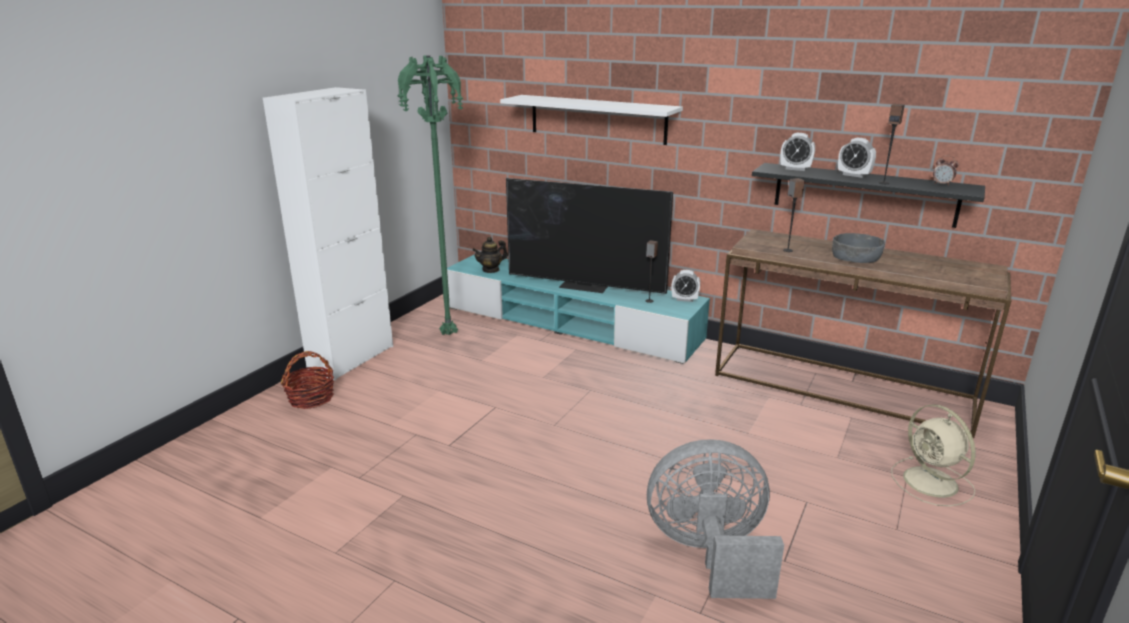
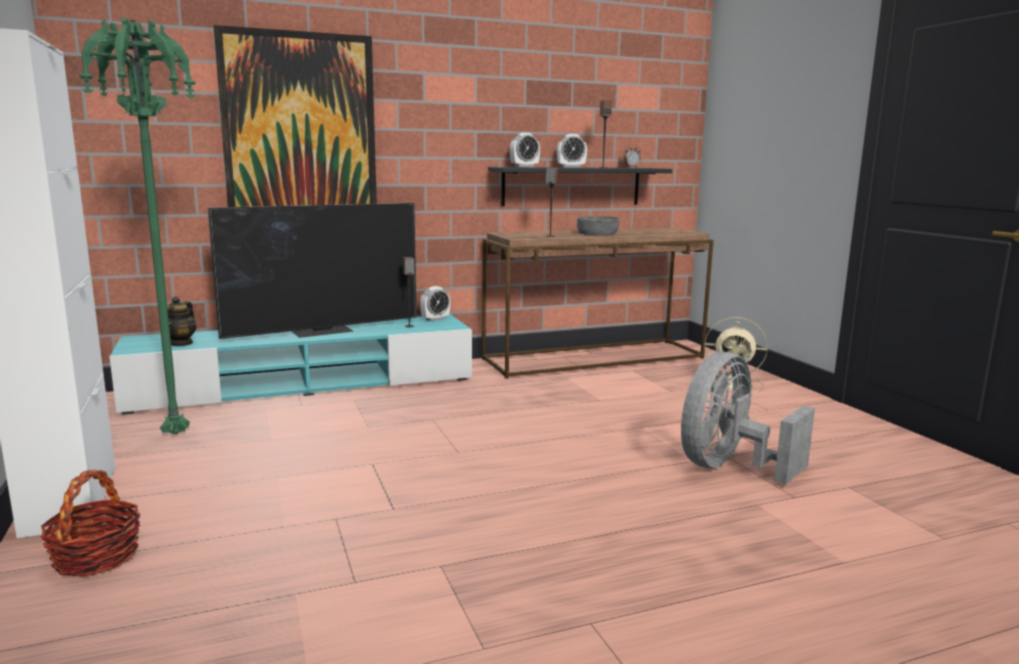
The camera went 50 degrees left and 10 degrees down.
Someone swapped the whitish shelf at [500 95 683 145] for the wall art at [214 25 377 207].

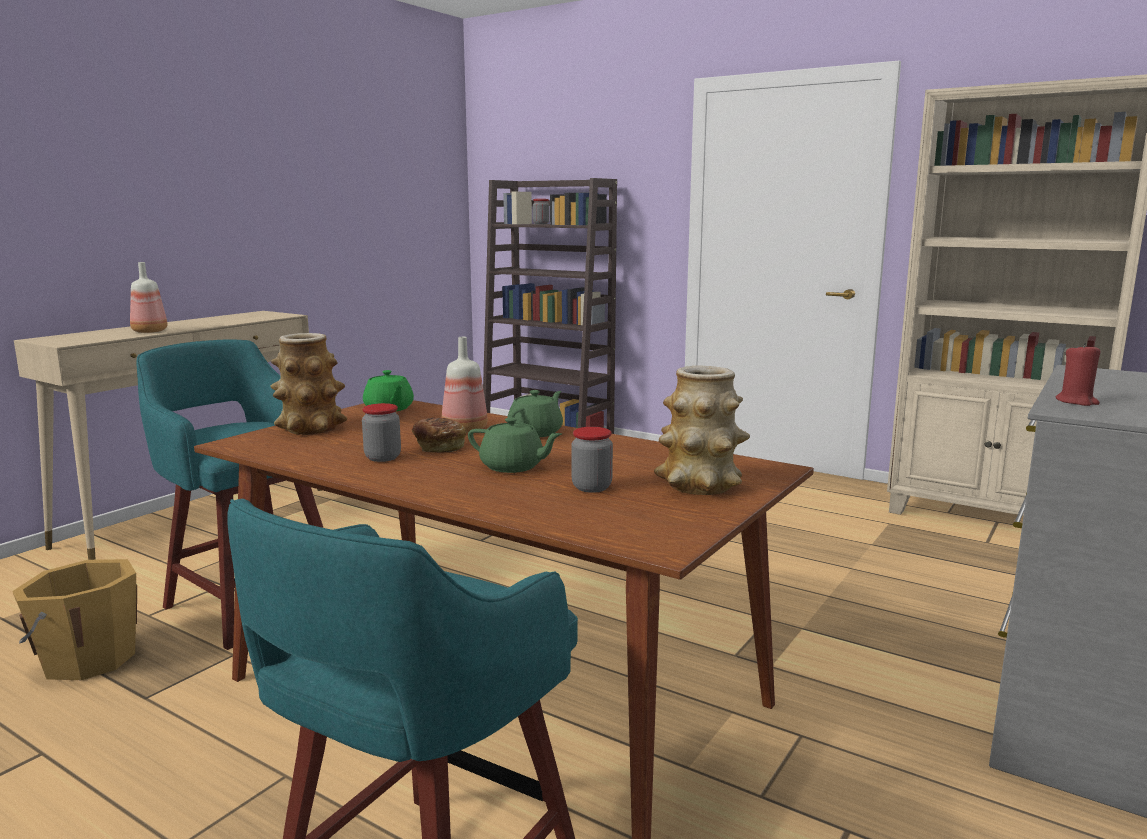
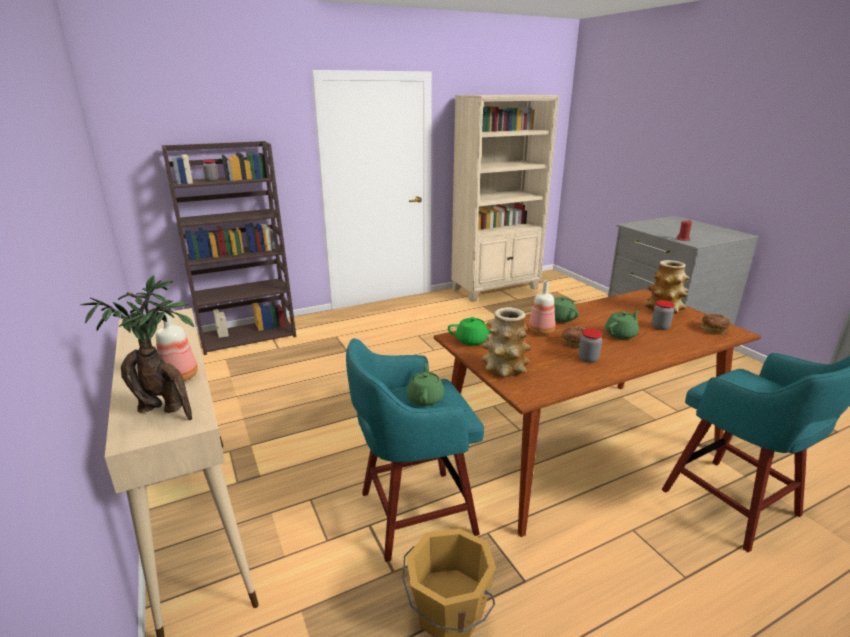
The camera went 60 degrees left and 10 degrees up.
Someone put down the potted plant at [80 275 194 420].
Someone put down the green-coloured teapot at [407 363 444 406].
Someone put down the bread at [701 313 730 333].

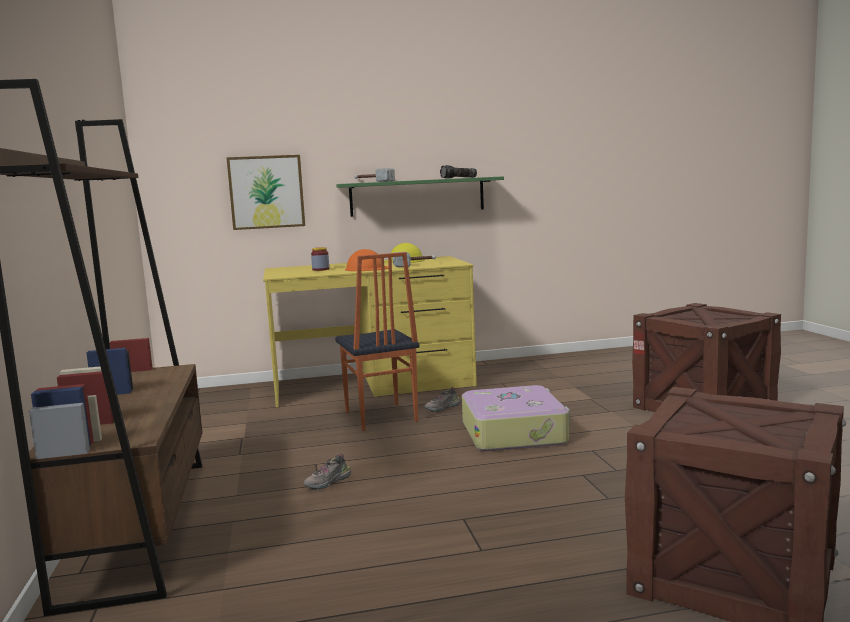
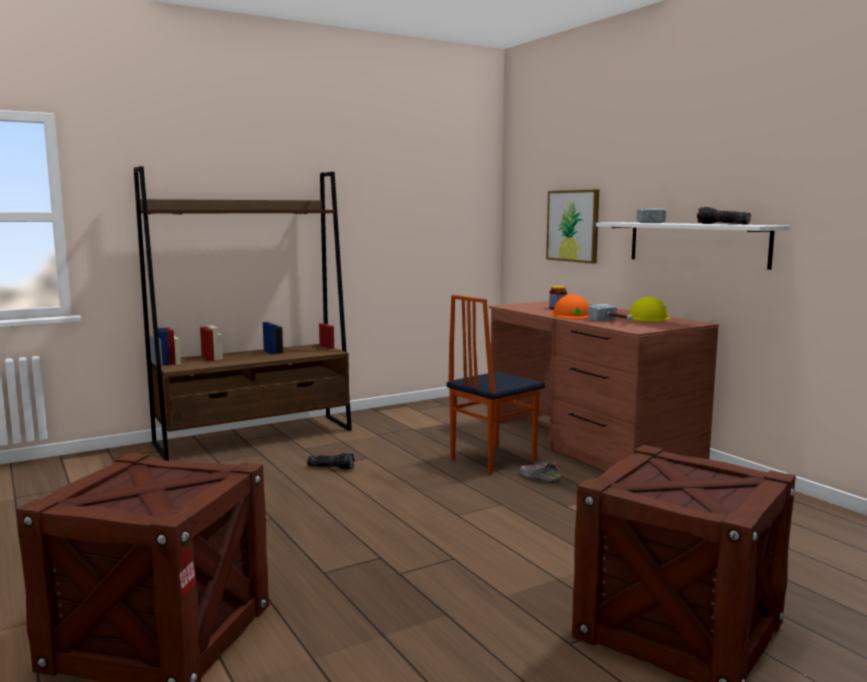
The camera went 70 degrees right and 0 degrees up.
Someone took away the piece of luggage at [462 385 570 451].
Someone swapped the low shoe at [303 454 351 490] for the flashlight at [307 453 355 470].
Someone repainted the yellow-coloured desk unit at [263 256 477 407], which became the brownish desk unit at [489 301 719 471].
Someone repainted the green-coloured shelf at [336 176 504 217], which became the whitish shelf at [596 222 790 270].

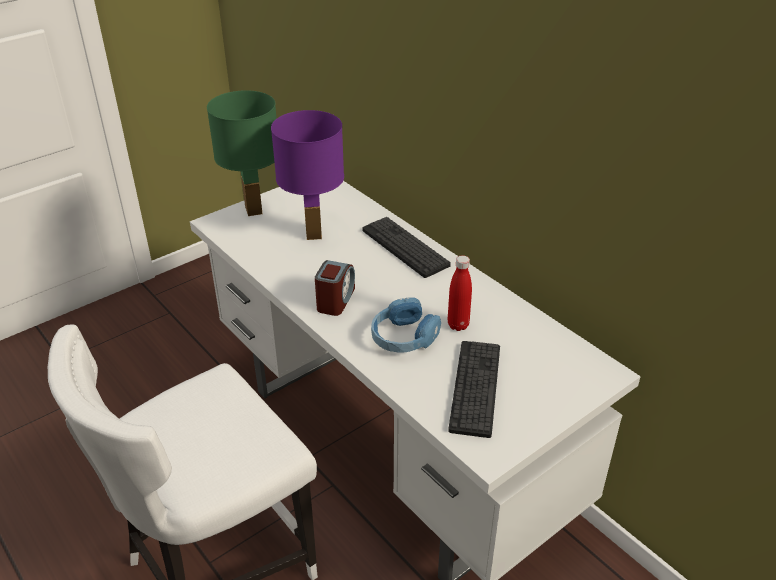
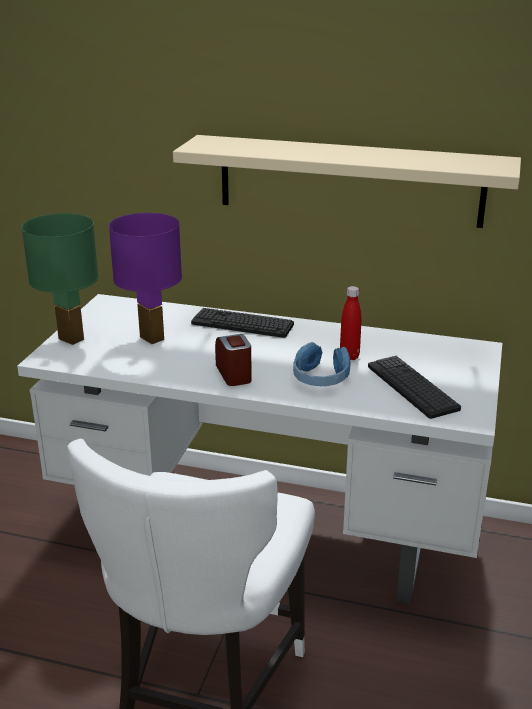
The camera went 35 degrees left and 10 degrees down.
Someone put up the beige shelf at [173 135 521 228].

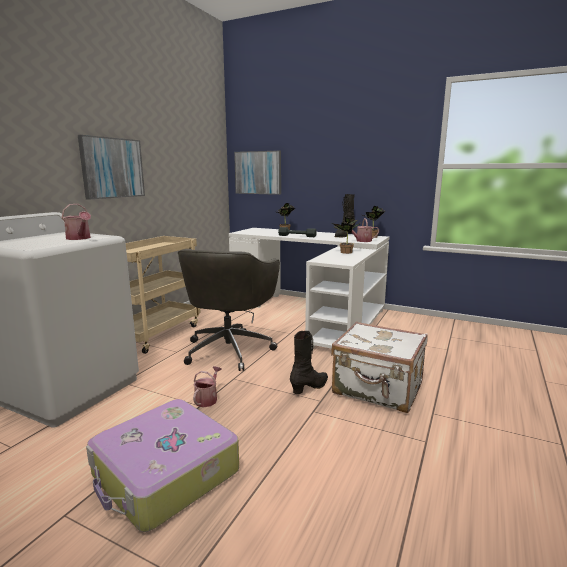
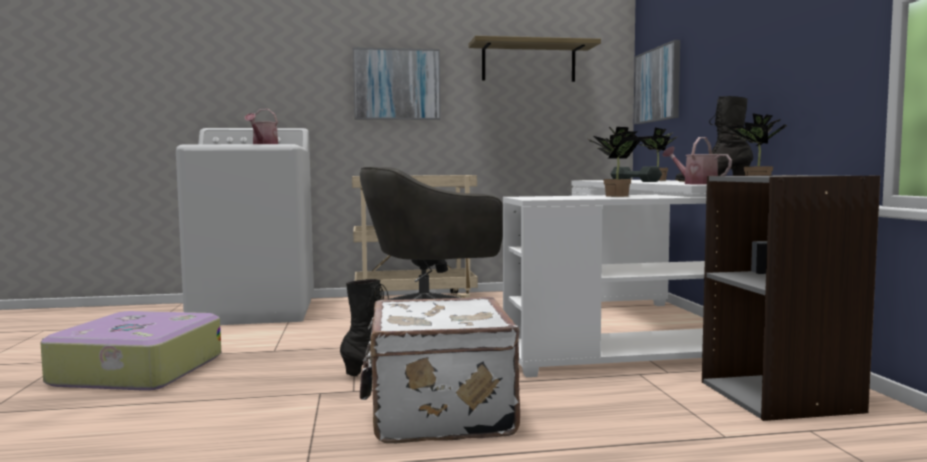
The camera went 55 degrees right and 10 degrees down.
Someone took away the watering pot at [193 366 221 407].
Someone put up the shelf at [469 36 601 82].
Someone put down the grey bookshelf at [702 175 880 421].

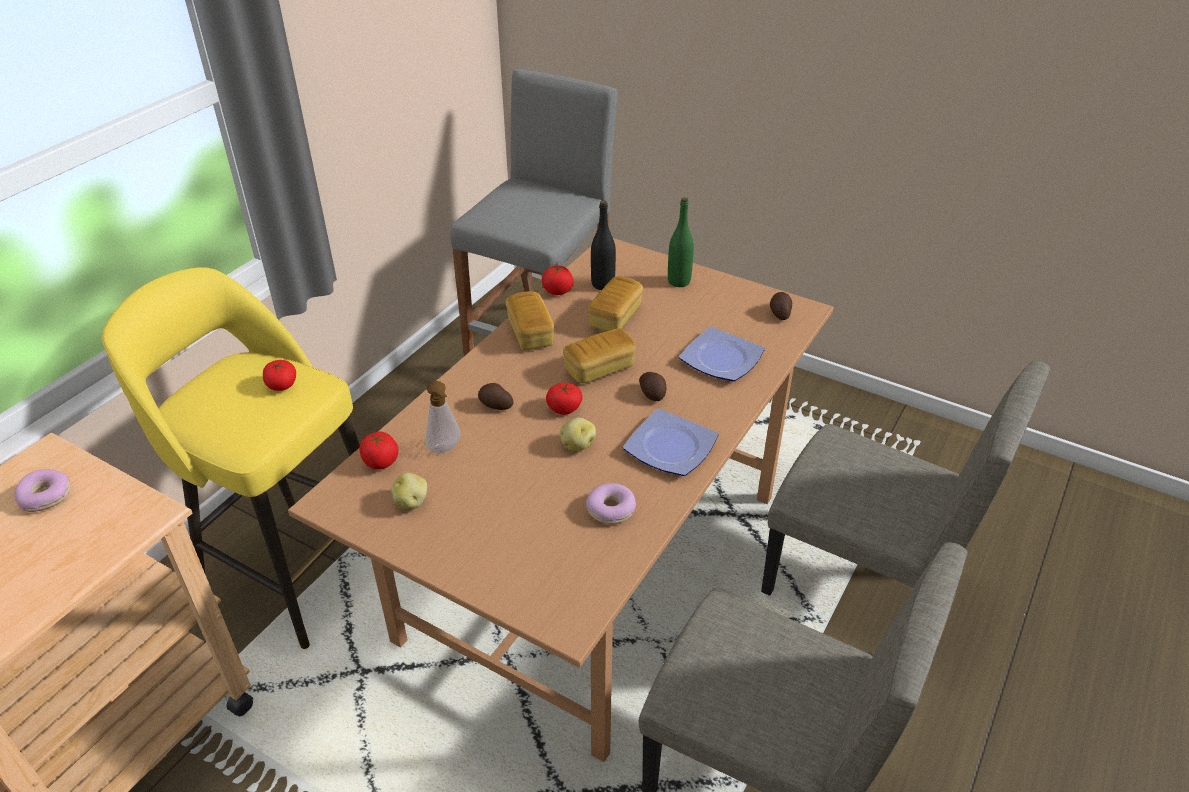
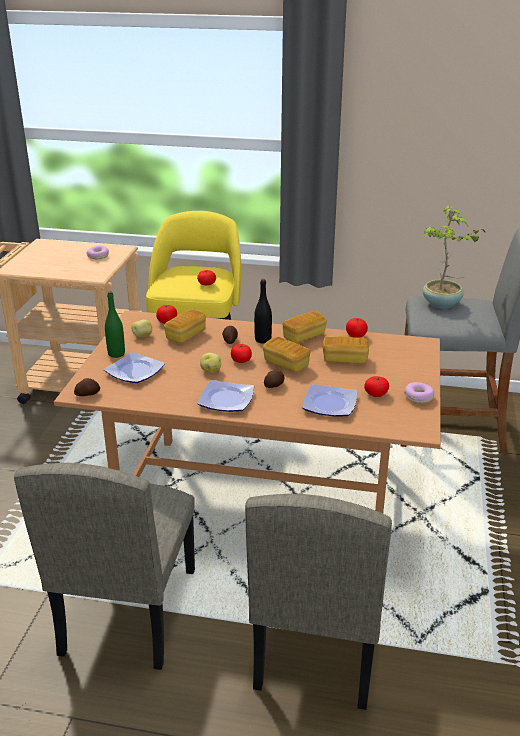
The camera went 70 degrees right and 10 degrees down.
Someone put down the plate at [104 352 165 383].
Someone put down the fresh tomato at [364 376 389 397].
Someone put down the potted plant at [422 206 485 309].
Someone carried the donut from [586 483 636 524] to [404 382 434 403].
Someone carried the black-coloured drink bottle from [591 200 616 290] to [254 279 272 343].
Someone carried the green-coloured drink bottle from [668 198 694 287] to [105 291 125 358].
Someone carried the potato from [770 292 792 320] to [74 378 100 396].
Someone swapped the soap dispenser at [425 381 461 453] for the bread at [164 309 206 343].

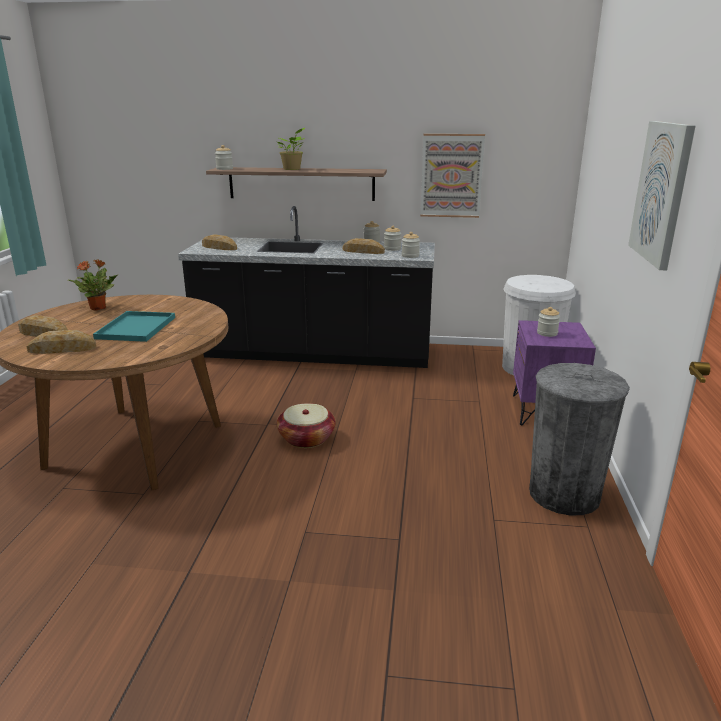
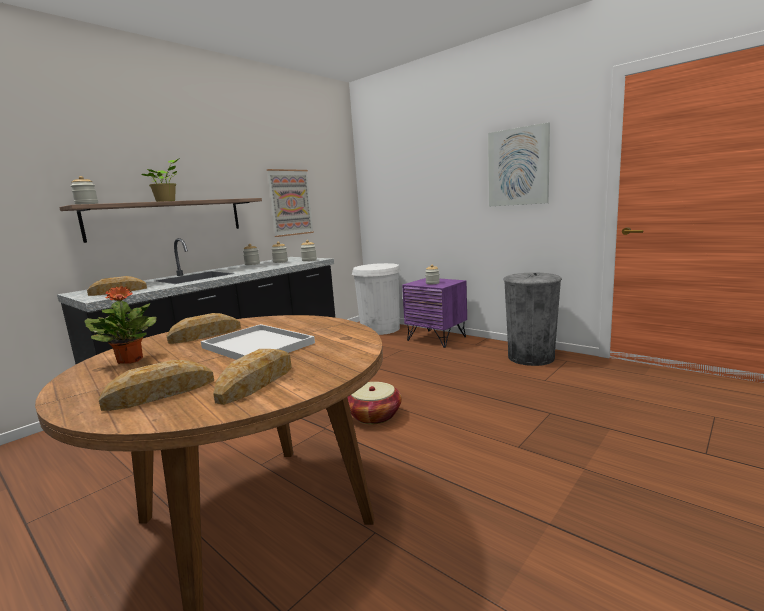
The camera went 55 degrees left and 10 degrees down.
Someone carried the bread from [343 238 385 254] to [167 313 241 344].
Someone repainted the blue-green carrying tray at [93 311 175 342], which became the whitish carrying tray at [201 324 315 360].

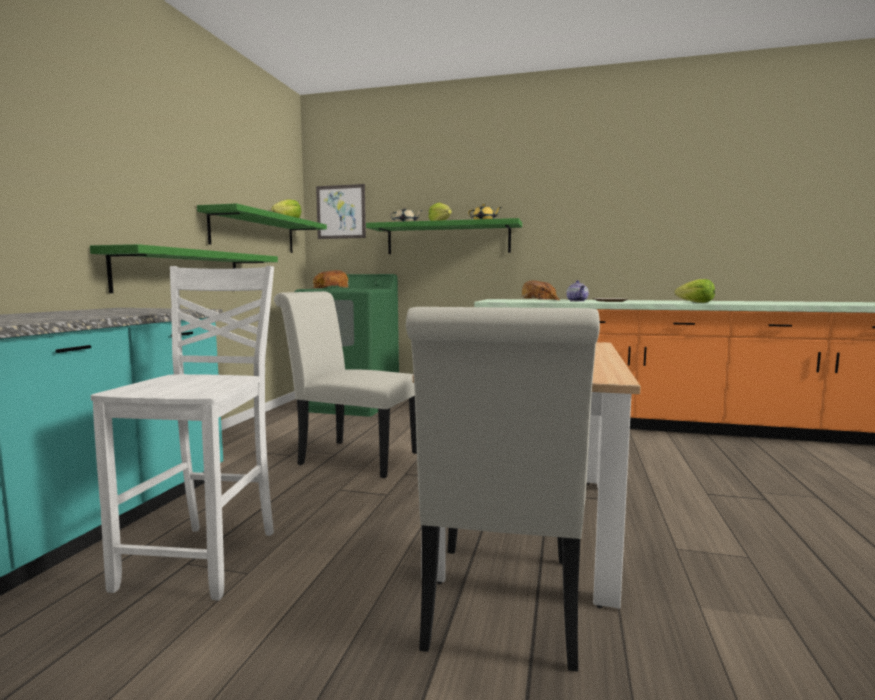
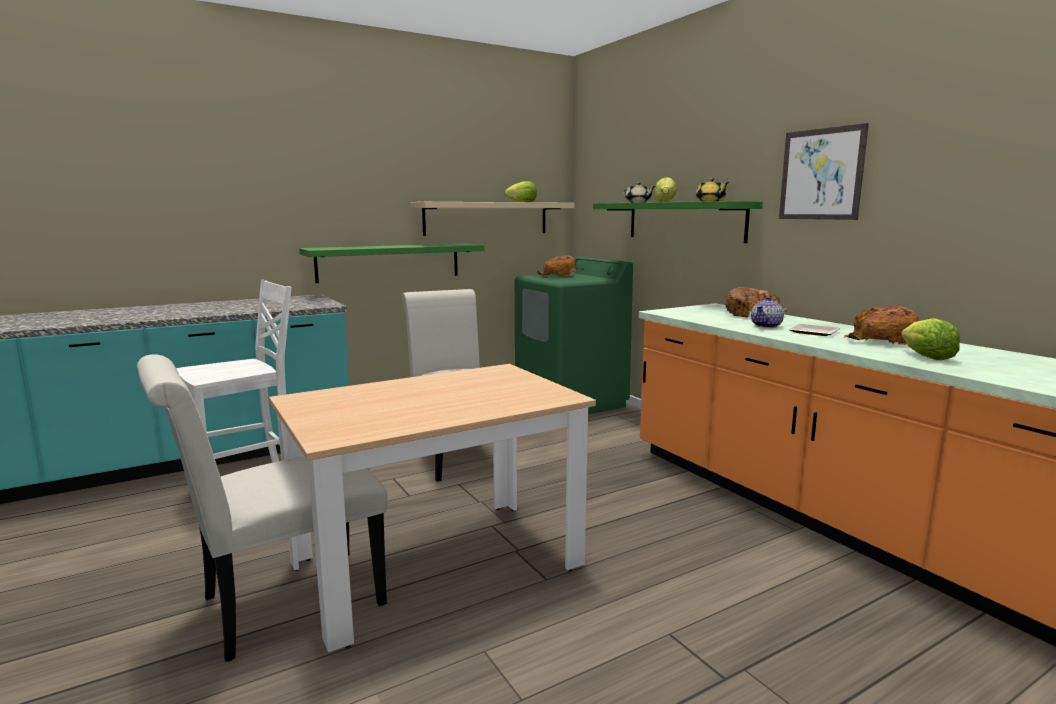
The camera went 45 degrees right and 5 degrees up.
Someone put down the bread at [844 305 920 345].
Someone carried the wall art from [316 184 366 239] to [779 123 869 220].
Someone repainted the green-coloured shelf at [197 203 327 253], which became the beige shelf at [410 202 575 236].

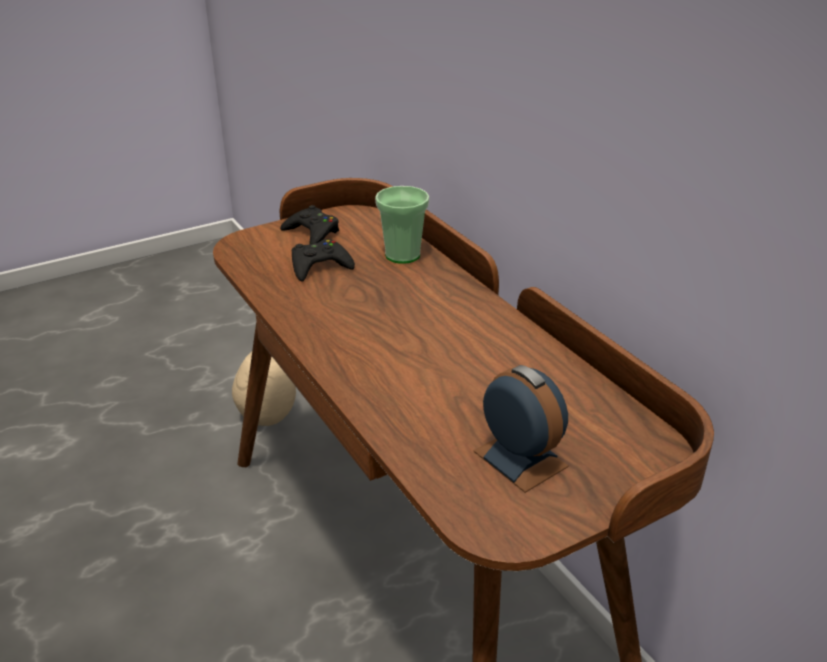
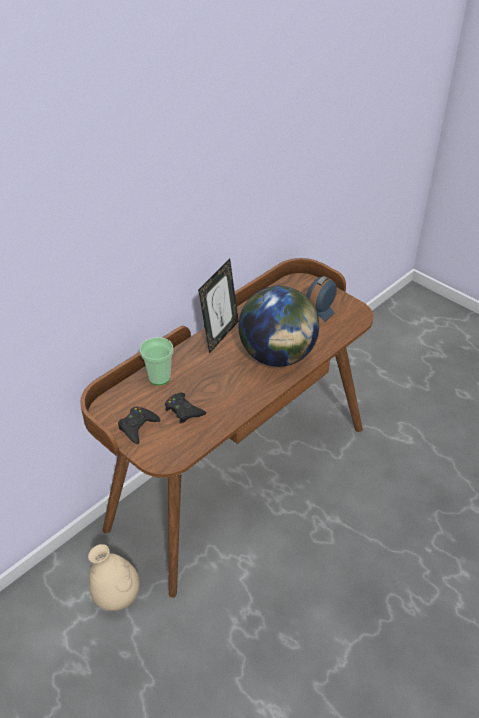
The camera went 105 degrees left and 10 degrees up.
Someone put down the picture frame at [198 259 239 354].
Someone put down the globe at [238 286 319 367].

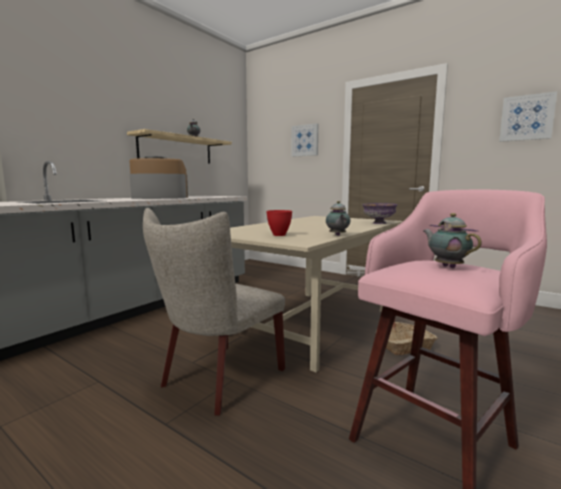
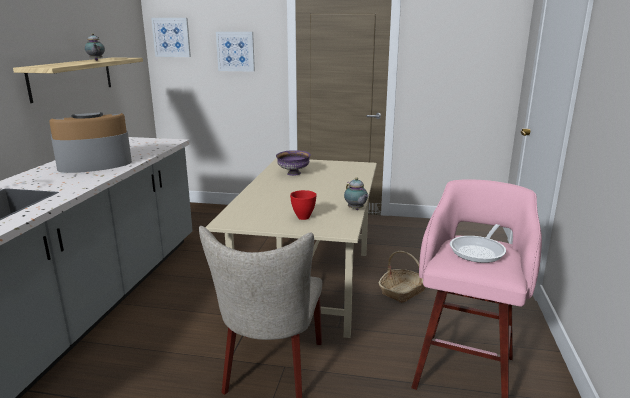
The camera went 25 degrees left and 10 degrees up.
Someone carried the purple serving bowl from [363 203 398 224] to [276 150 311 176].
Someone carried the wall art from [499 91 557 142] to [151 18 191 57].
Someone swapped the teapot at [423 213 482 268] for the pan at [450 224 506 263].

